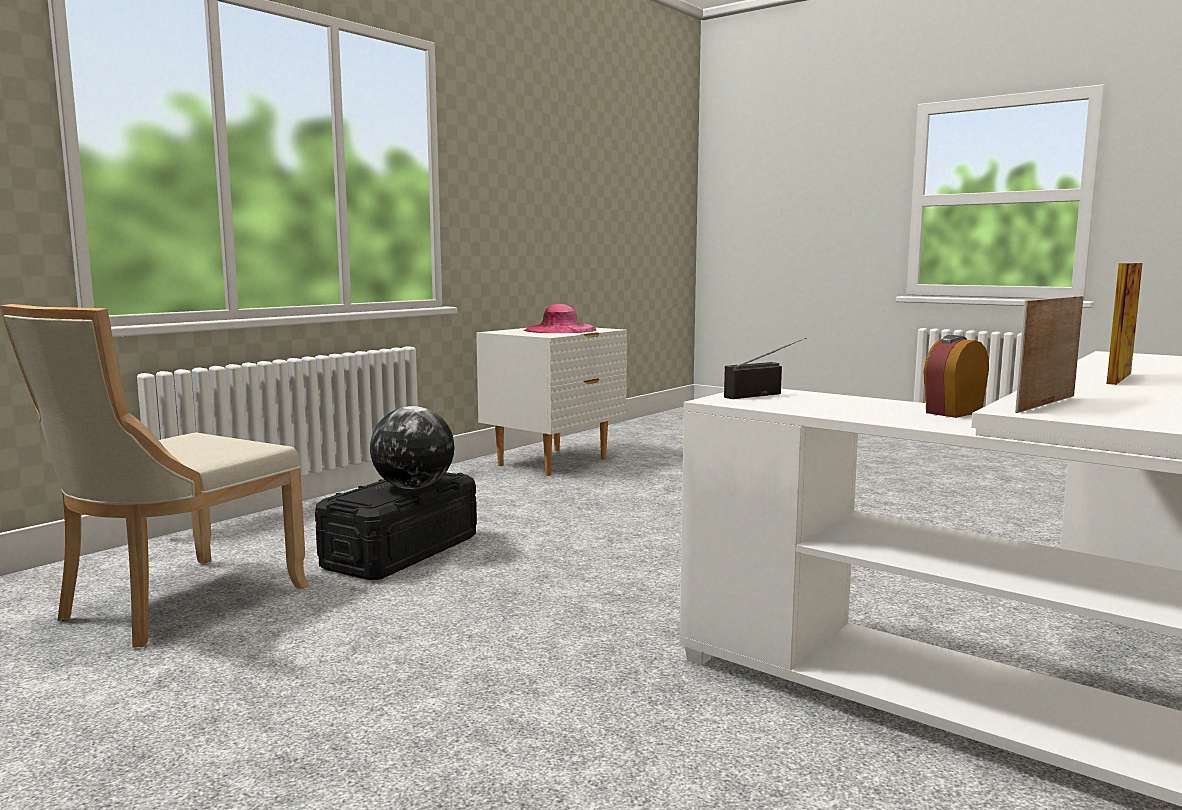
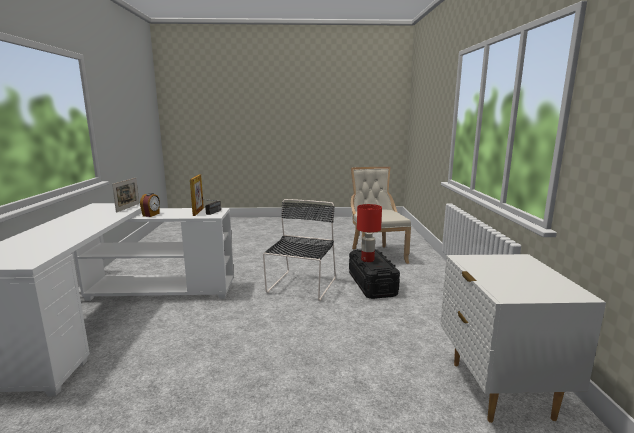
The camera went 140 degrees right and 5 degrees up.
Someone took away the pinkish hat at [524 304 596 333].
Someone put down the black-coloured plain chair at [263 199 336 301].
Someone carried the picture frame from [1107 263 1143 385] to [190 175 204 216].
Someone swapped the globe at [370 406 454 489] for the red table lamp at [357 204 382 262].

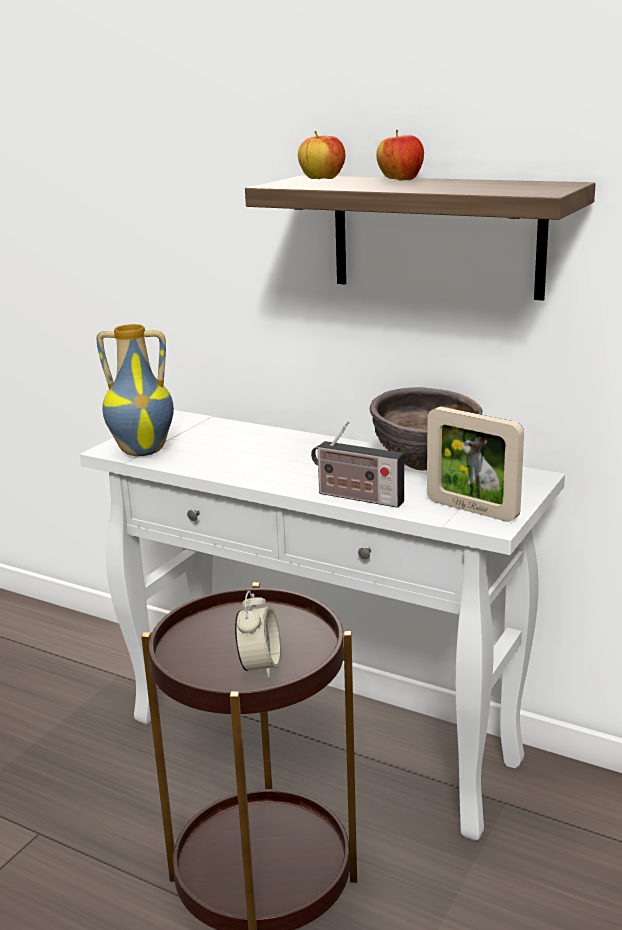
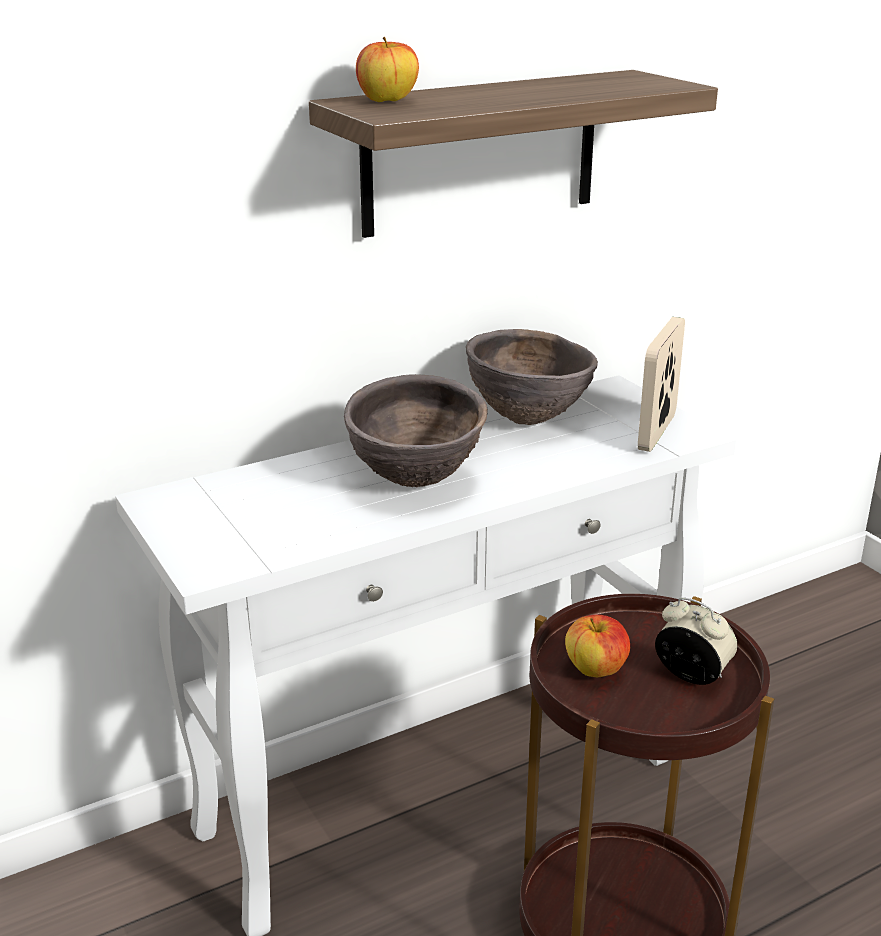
The camera went 60 degrees left and 5 degrees up.
Someone took away the flower vase at [96 324 174 456].
Someone took away the radio receiver at [311 421 404 508].
Someone put down the brownish serving bowl at [344 374 488 487].
Someone carried the whole apple from [376 130 424 181] to [565 615 630 677].
Someone rotated the picture frame at [427 407 524 522] by 135 degrees clockwise.

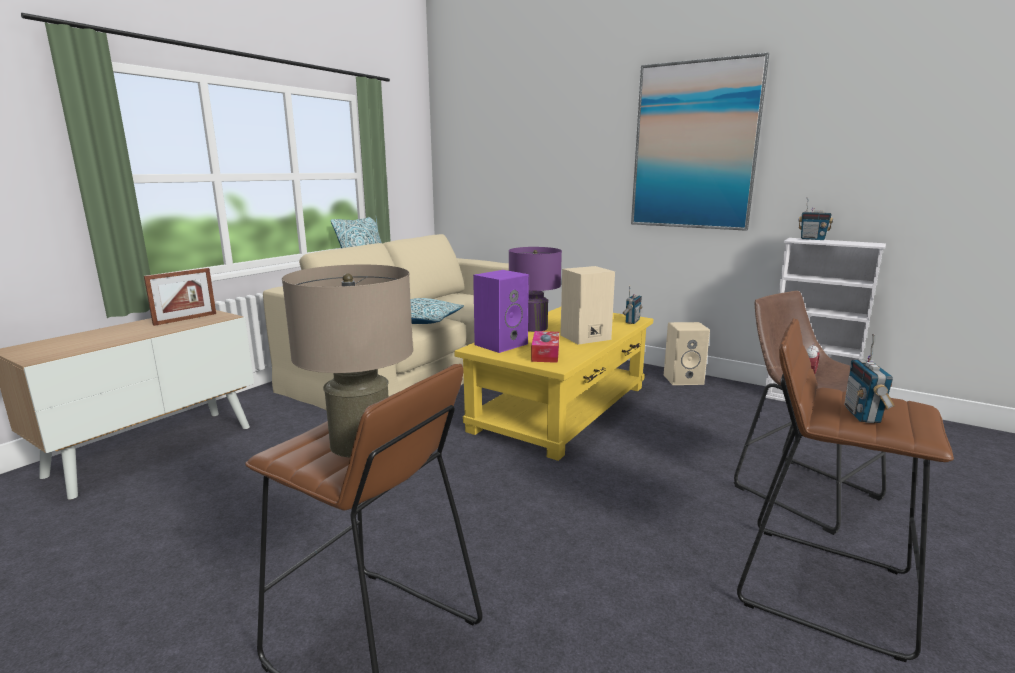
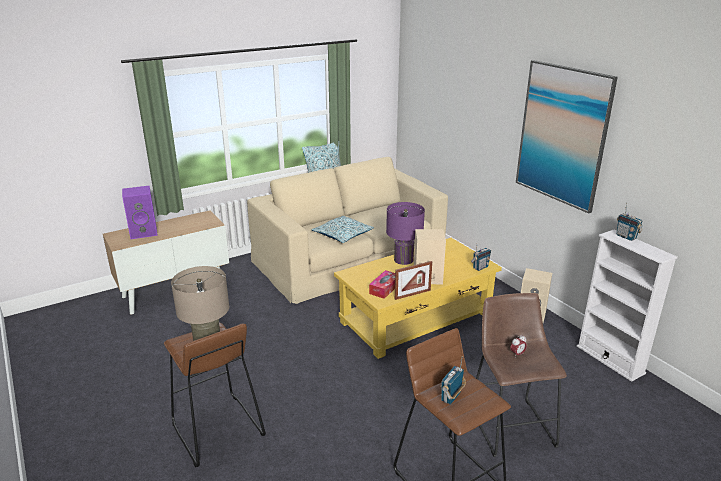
The camera went 25 degrees right and 10 degrees up.
Someone carried the picture frame from [144 268 216 326] to [395 261 432 300].
Someone carried the purple loudspeaker from [473 270 529 353] to [122 186 158 239].

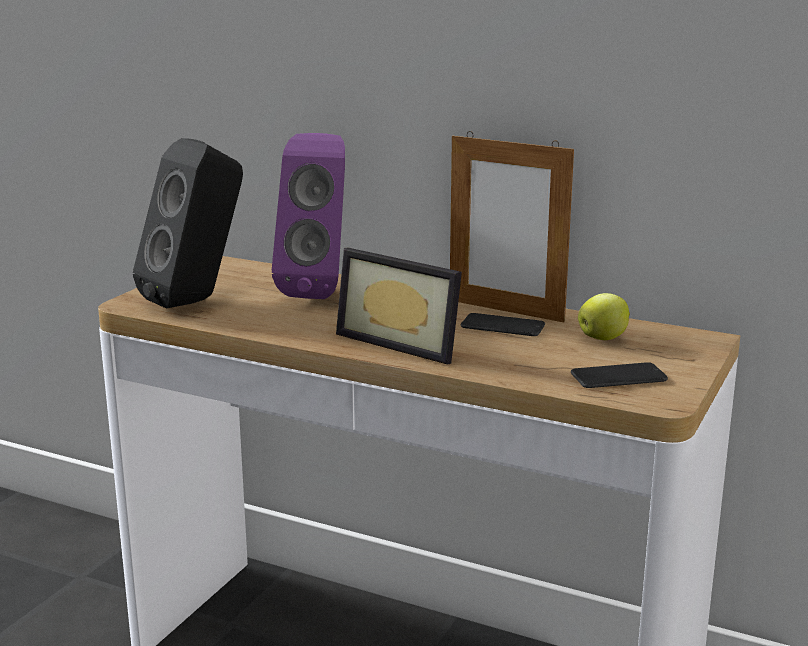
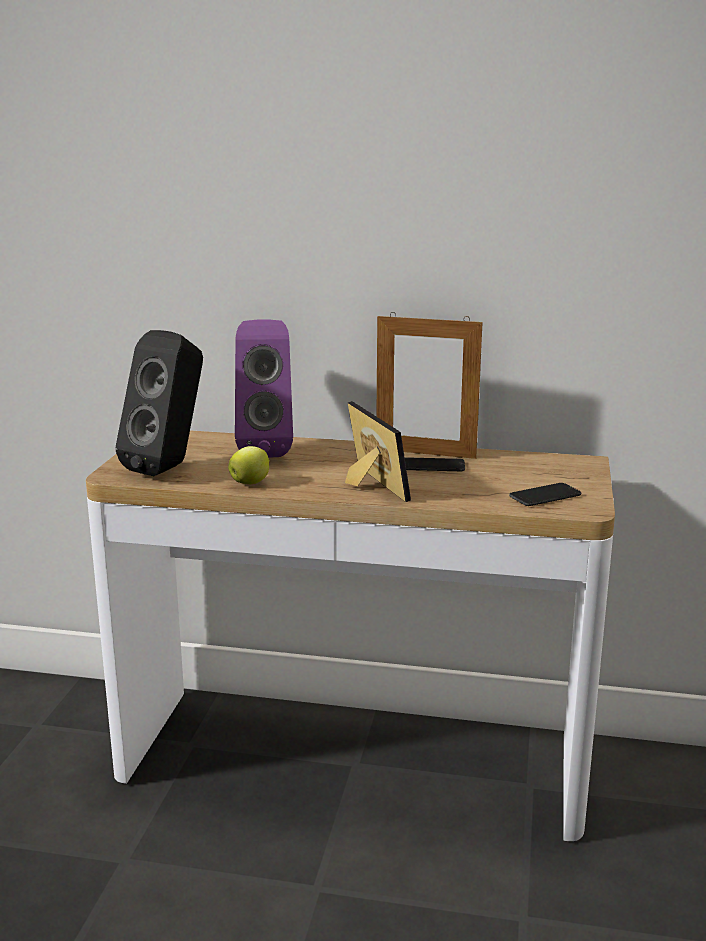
The camera went 15 degrees left and 0 degrees up.
Someone carried the whole apple from [578 293 630 340] to [228 446 270 484].
Someone rotated the picture frame at [336 248 462 365] by 135 degrees counterclockwise.

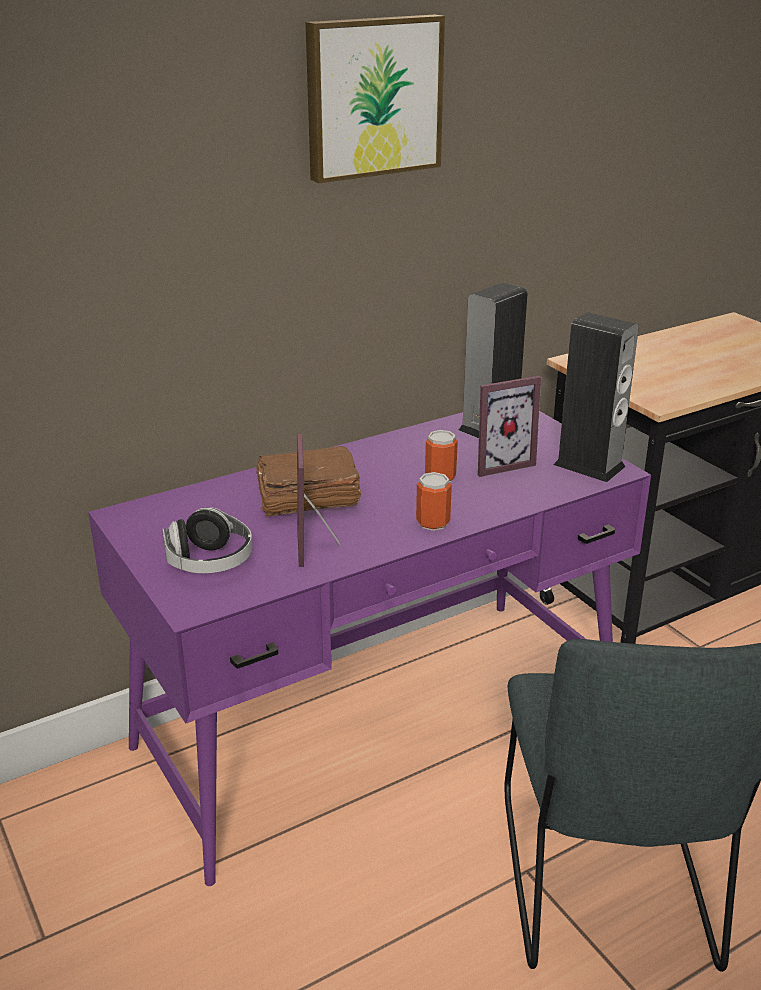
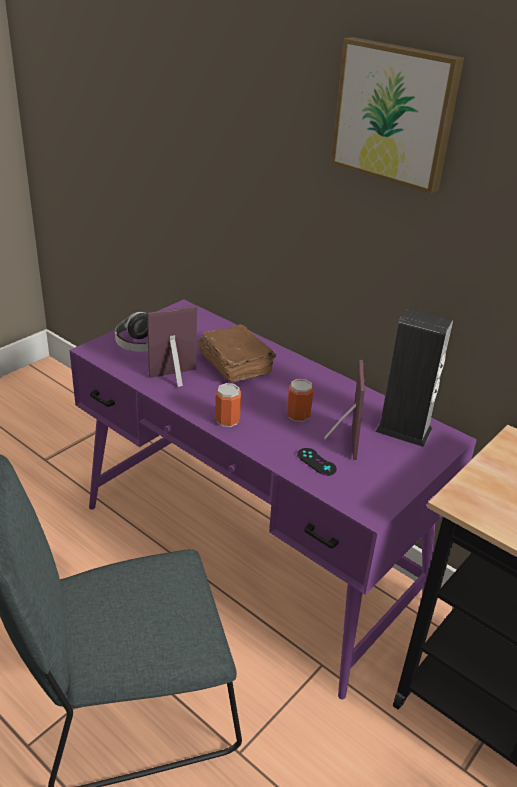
The camera went 70 degrees right and 5 degrees up.
Someone took away the loudspeaker at [553 312 639 482].
Someone put down the black-coloured game controller at [297 448 337 476].
Someone rotated the picture frame at [478 376 541 477] by 135 degrees counterclockwise.

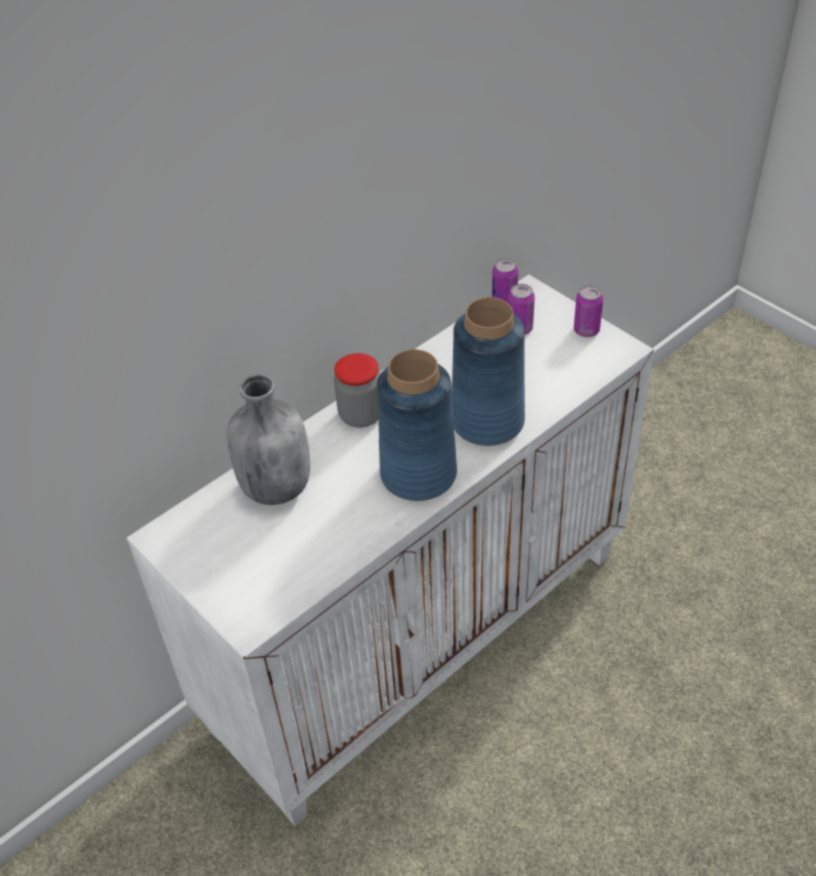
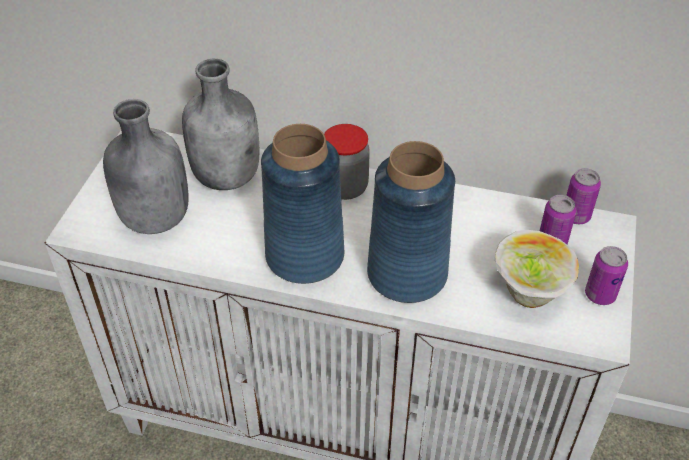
The camera went 55 degrees right and 0 degrees up.
Someone put down the grey drink bottle at [103 99 189 234].
Someone put down the serving bowl at [495 230 579 308].

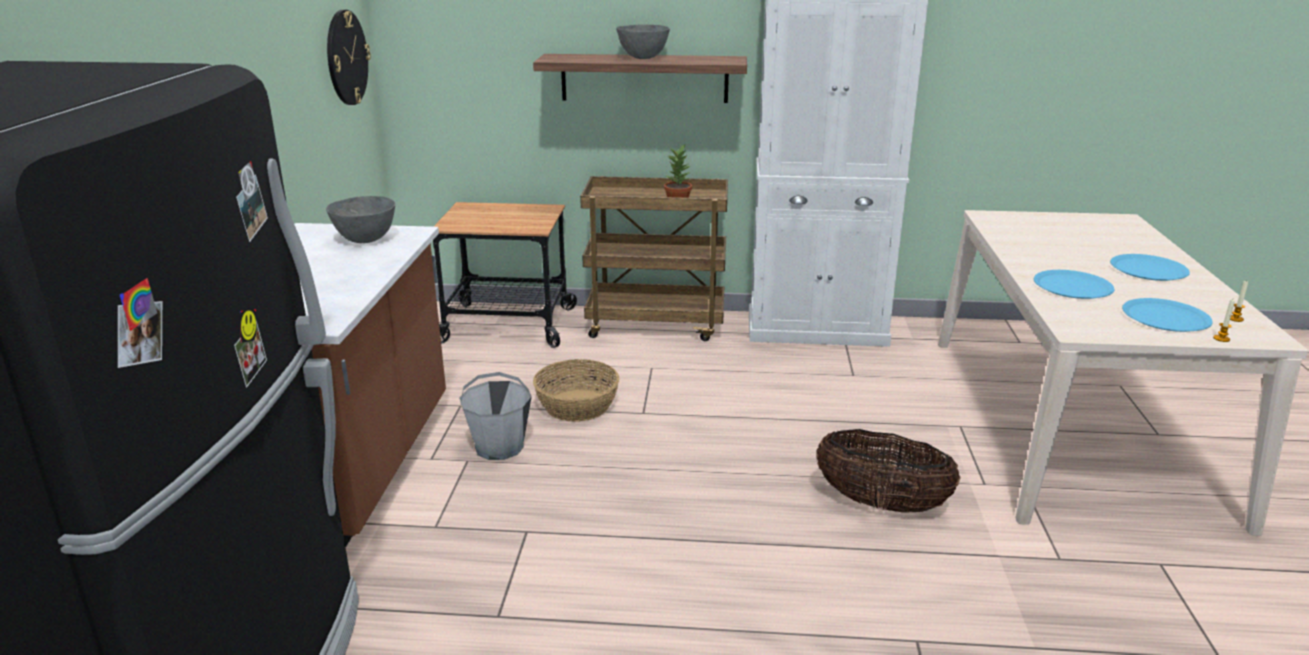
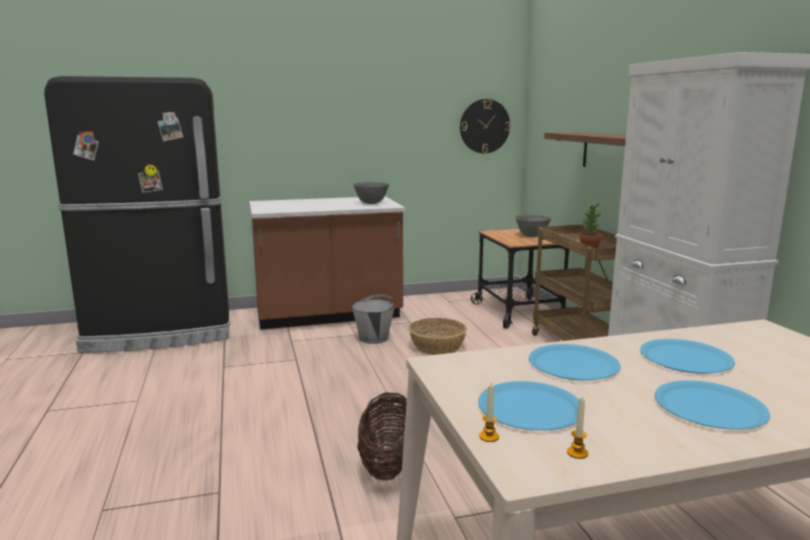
The camera went 70 degrees right and 10 degrees down.
Someone put down the blue plate at [640 339 735 374].
Someone carried the grey serving bowl from [616 25 670 59] to [516 215 551 237].

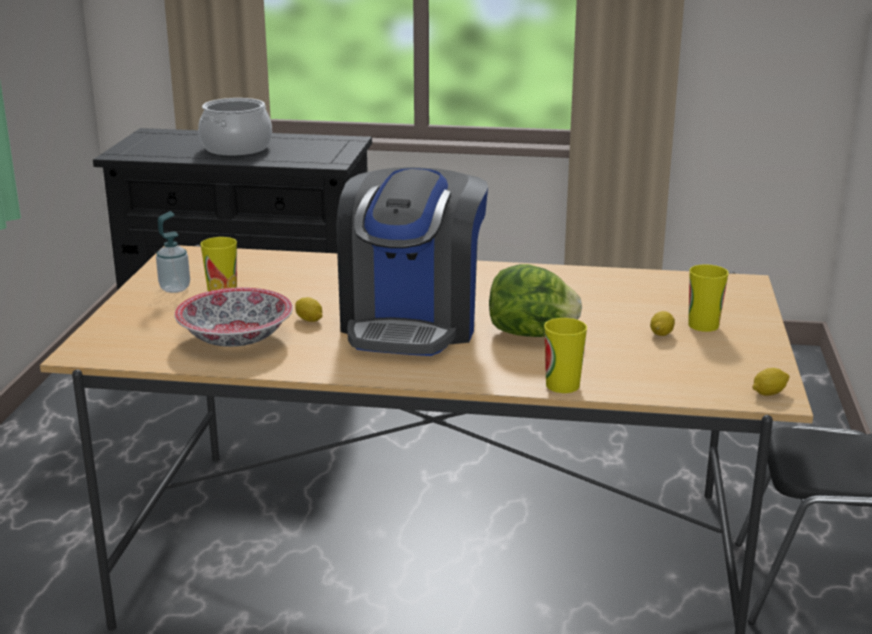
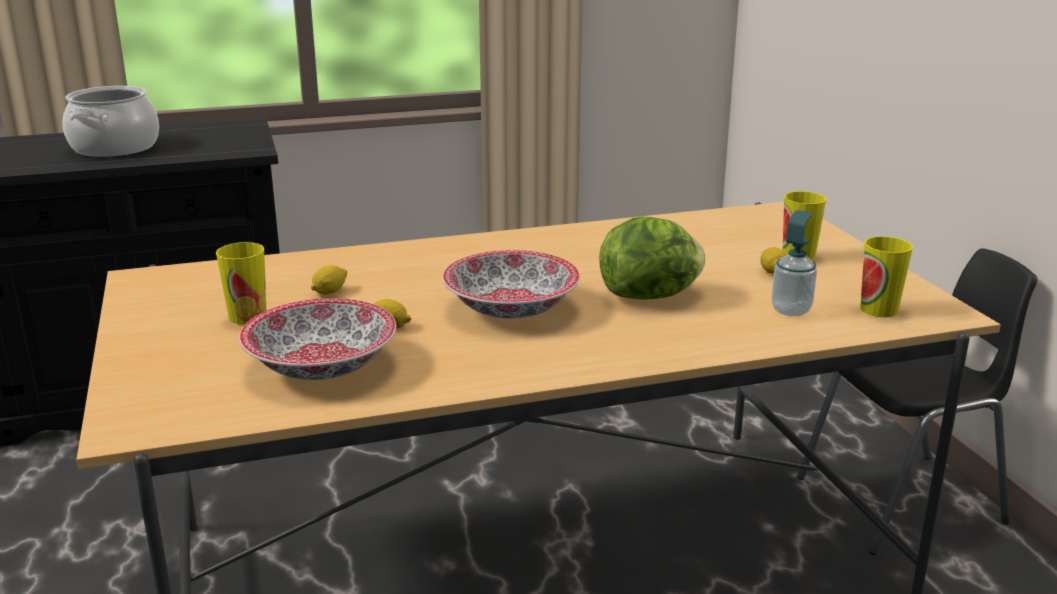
The camera went 25 degrees left and 0 degrees up.
Someone carried the soap dispenser from [156 211 190 293] to [771 210 817 316].
Someone carried the small cup from [544 318 587 393] to [860 236 913 317].
Someone carried the citrus fruit from [752 368 789 396] to [311 265 347 295].
Someone swapped the coffee maker at [337 167 488 356] for the serving bowl at [442 250 580 318].

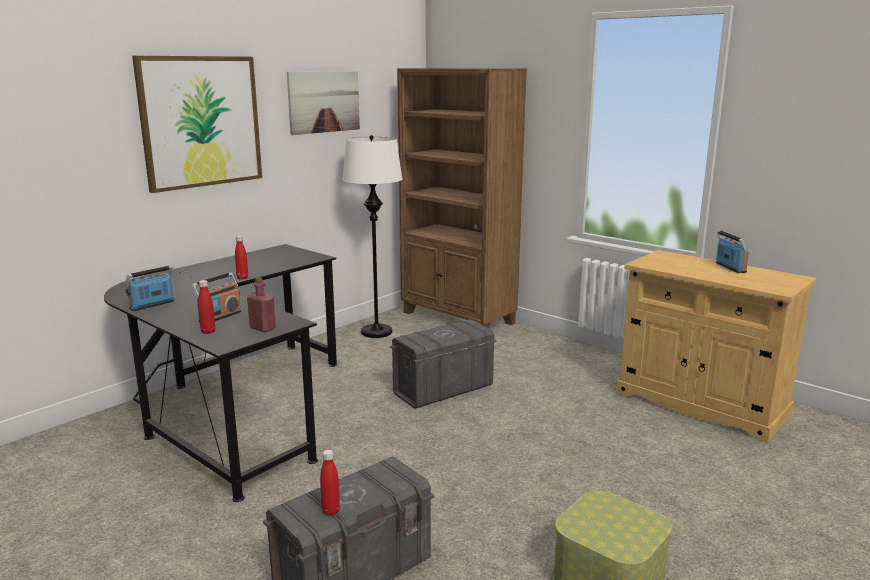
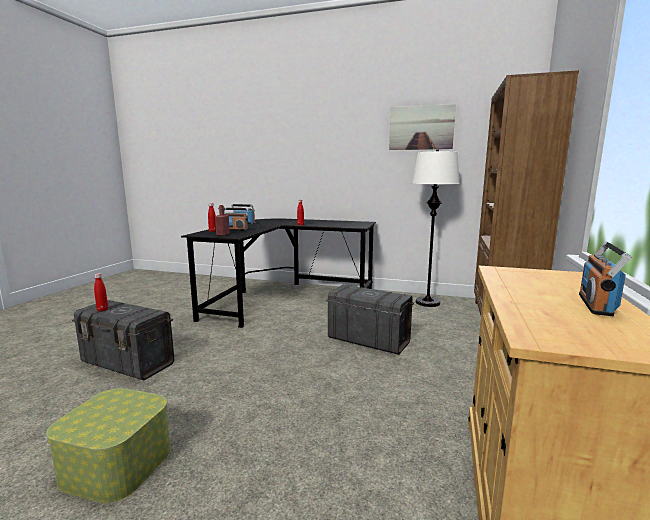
The camera went 65 degrees right and 5 degrees down.
Someone took away the wall art at [132 56 262 193].
Someone rotated the radio receiver at [716 230 749 273] by 150 degrees clockwise.

